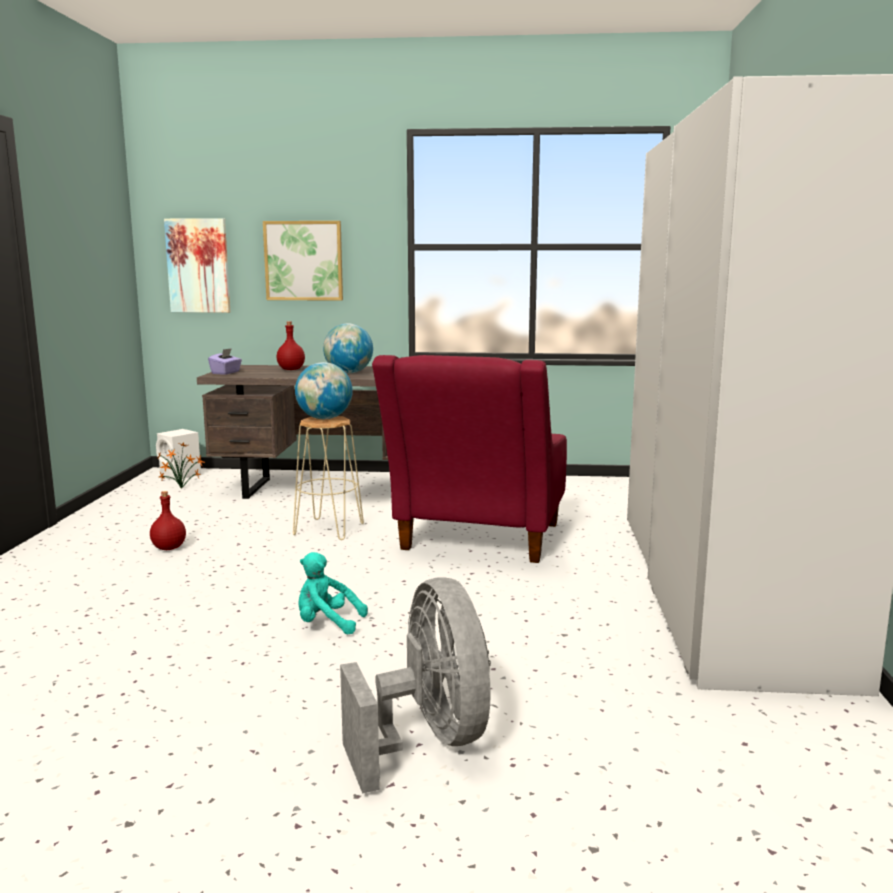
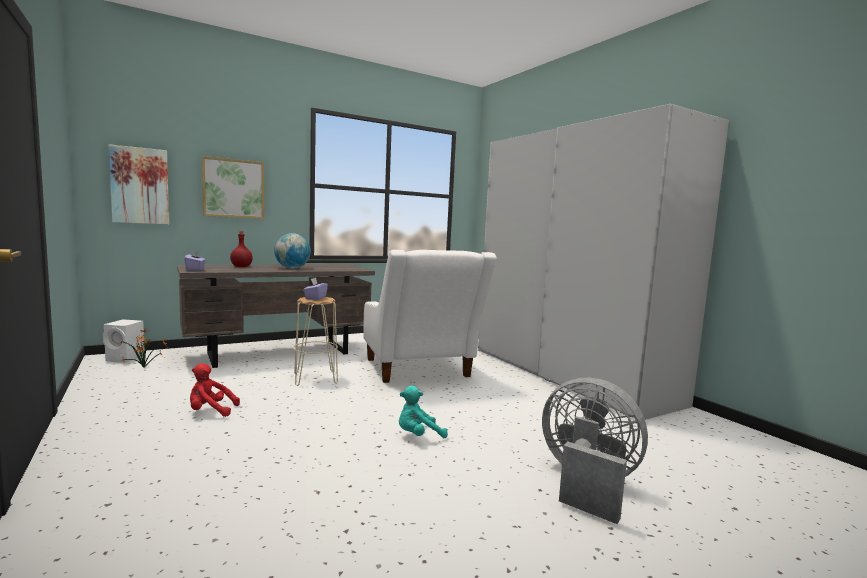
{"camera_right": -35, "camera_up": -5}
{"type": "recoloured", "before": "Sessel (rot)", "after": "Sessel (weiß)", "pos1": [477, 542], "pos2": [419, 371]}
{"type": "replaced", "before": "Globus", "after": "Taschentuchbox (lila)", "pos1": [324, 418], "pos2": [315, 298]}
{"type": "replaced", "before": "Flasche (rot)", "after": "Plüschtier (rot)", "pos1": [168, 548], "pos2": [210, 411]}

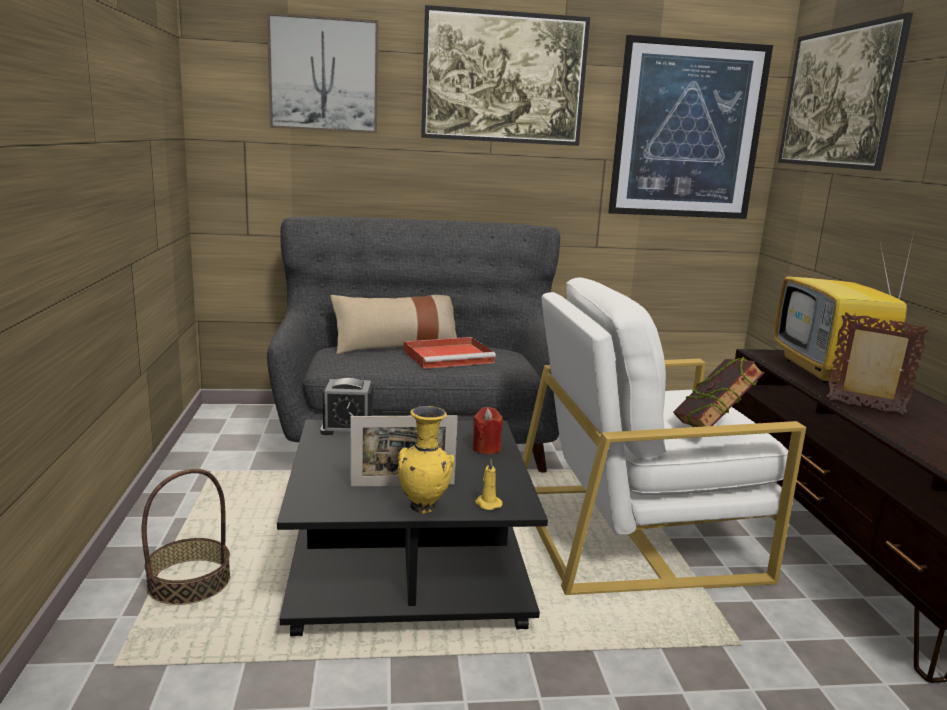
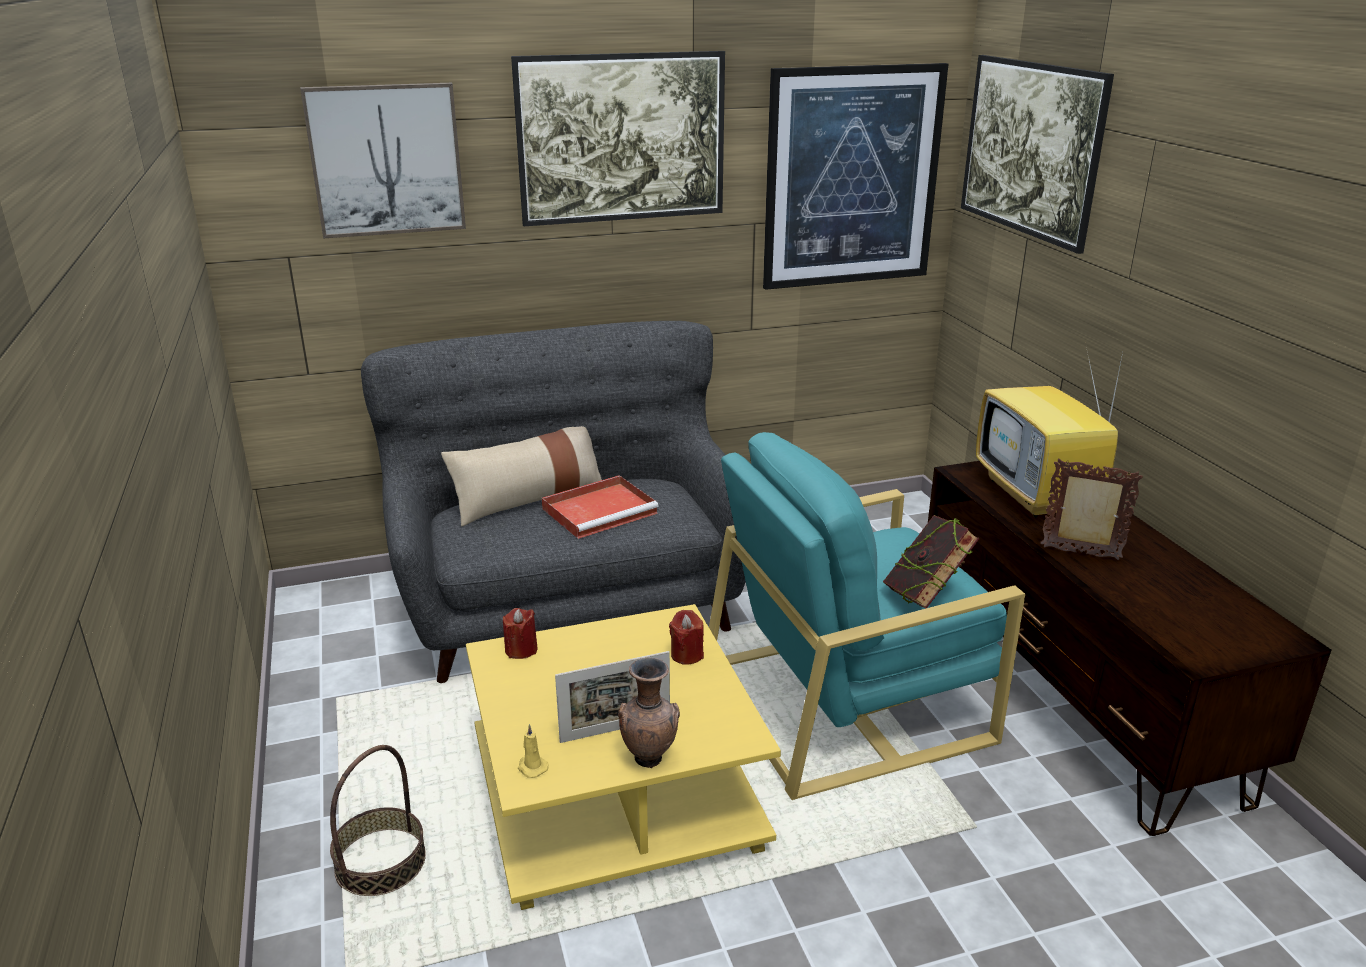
{"camera_right": -10, "camera_up": 10}
{"type": "recoloured", "before": "Sessel (weiß)", "after": "Sessel (türkis)", "pos1": [636, 532], "pos2": [847, 700]}
{"type": "replaced", "before": "Wecker", "after": "Kerze (rot)", "pos1": [348, 428], "pos2": [521, 650]}
{"type": "recoloured", "before": "Vase (gelb)", "after": "Vase (braun)", "pos1": [424, 507], "pos2": [650, 758]}
{"type": "recoloured", "before": "Couchtisch (schwarz)", "after": "Couchtisch (gelb)", "pos1": [410, 566], "pos2": [617, 792]}
{"type": "moved", "before": "Kerze (gelb)", "pos1": [487, 504], "pos2": [532, 767]}

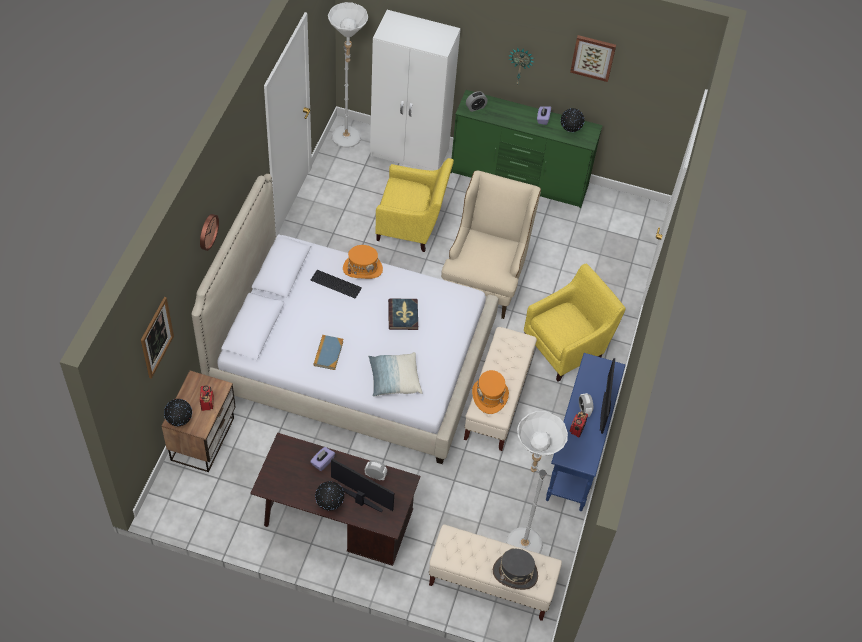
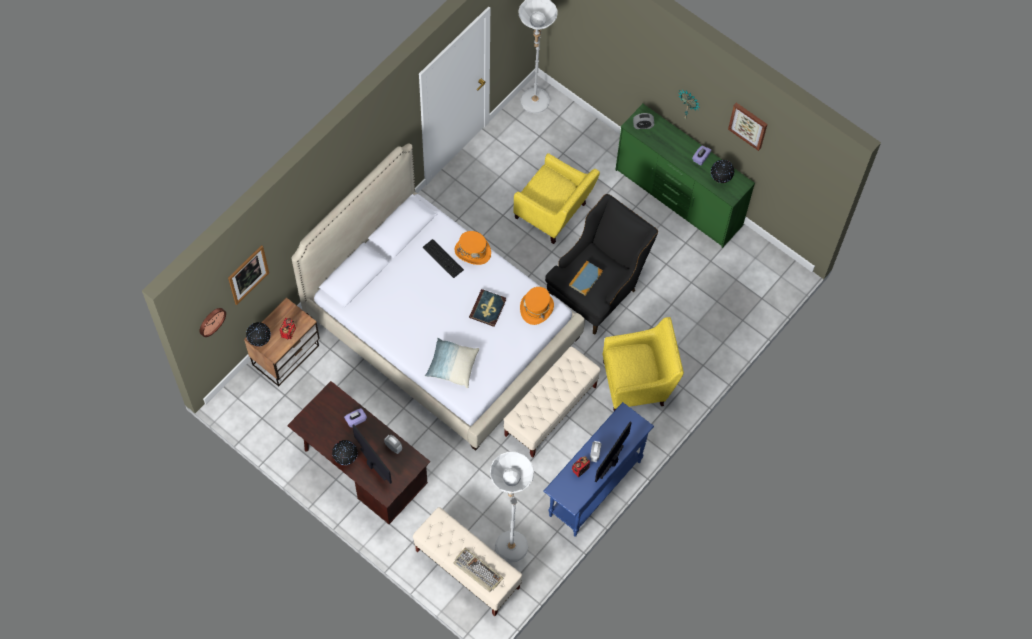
{"camera_right": 25, "camera_up": 10}
{"type": "removed", "before": "Kleiderschrank (weiß)", "pos1": [410, 153]}
{"type": "recoloured", "before": "Sessel (beige)", "after": "Sessel (schwarz)", "pos1": [485, 277], "pos2": [597, 288]}
{"type": "moved", "before": "Wanduhr", "pos1": [207, 231], "pos2": [211, 321]}
{"type": "moved", "before": "Buch", "pos1": [328, 353], "pos2": [585, 278]}
{"type": "moved", "before": "Hut (orange)", "pos1": [489, 396], "pos2": [537, 308]}
{"type": "replaced", "before": "Hut (grau)", "after": "Tastatur", "pos1": [515, 573], "pos2": [477, 570]}

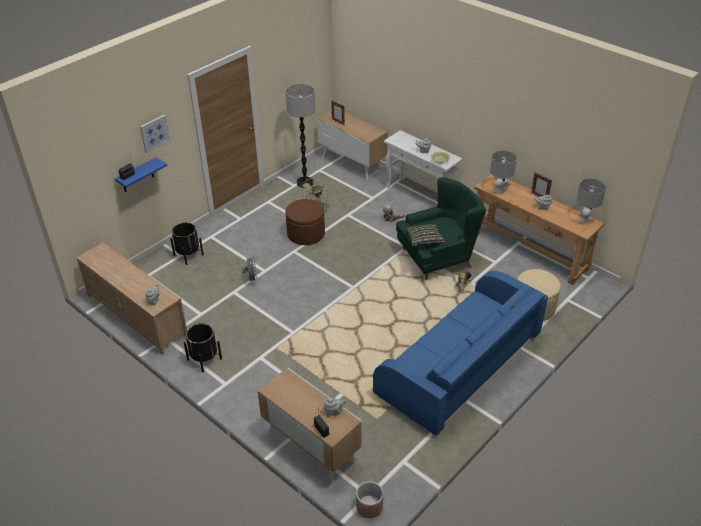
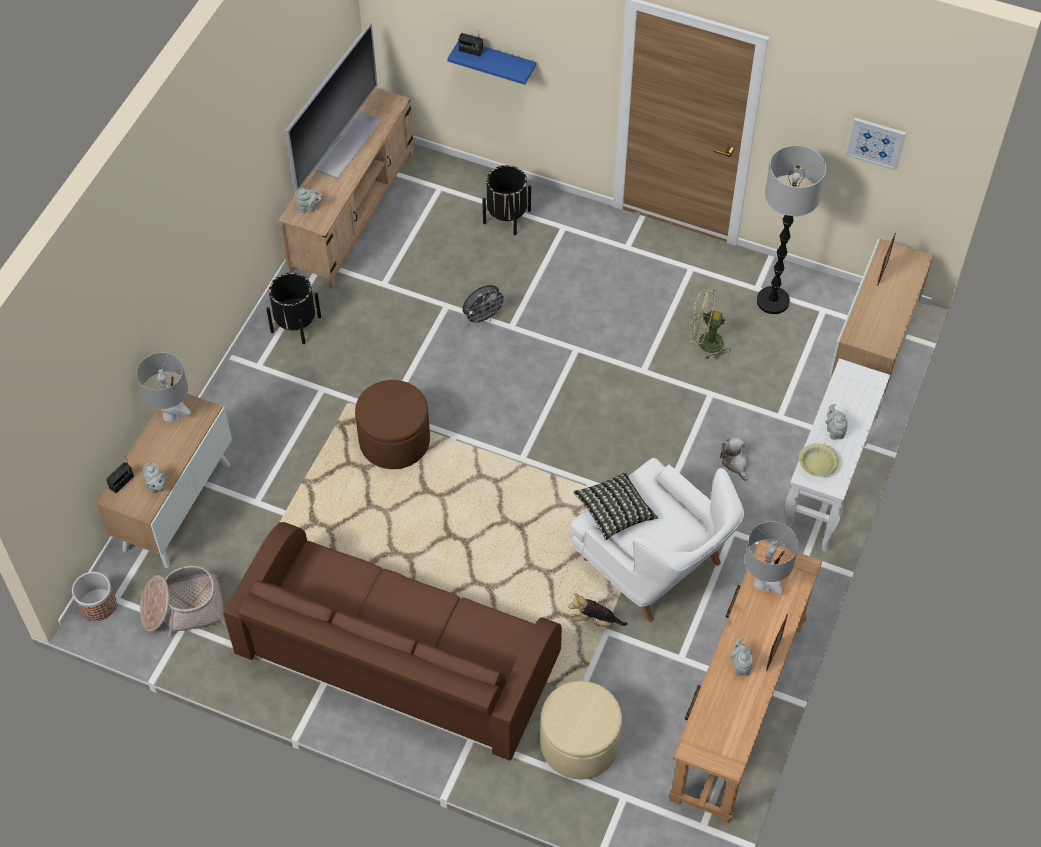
{"camera_right": 70, "camera_up": 15}
{"type": "moved", "before": "Bild", "pos1": [154, 133], "pos2": [876, 143]}
{"type": "recoloured", "before": "Sessel (grün)", "after": "Sessel (weiß)", "pos1": [438, 257], "pos2": [654, 564]}
{"type": "moved", "before": "Tischlampe (grau)", "pos1": [584, 220], "pos2": [172, 414]}
{"type": "moved", "before": "Polsterhocker (braun)", "pos1": [306, 234], "pos2": [394, 441]}
{"type": "recoloured", "before": "Sofa (blau)", "after": "Sofa (braun)", "pos1": [460, 365], "pos2": [396, 657]}
{"type": "added", "after": "Fernseher", "pos2": [345, 144]}
{"type": "added", "after": "Korb", "pos2": [183, 608]}

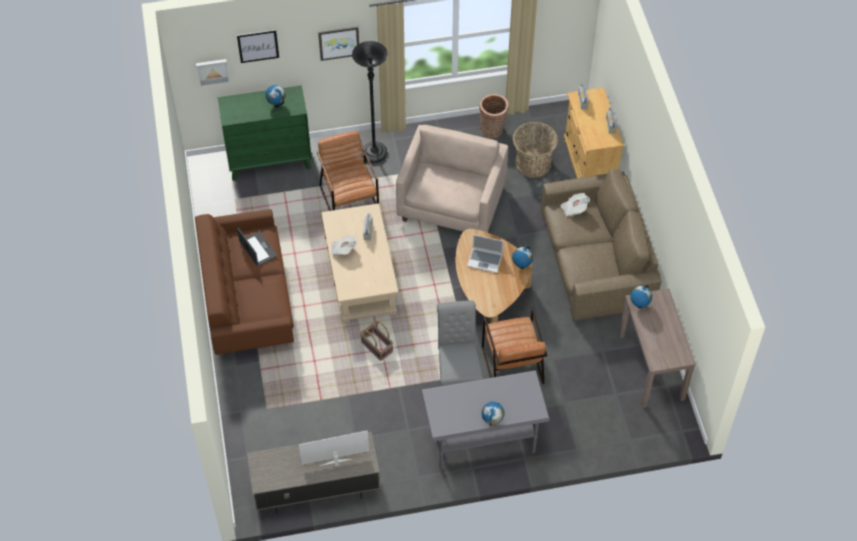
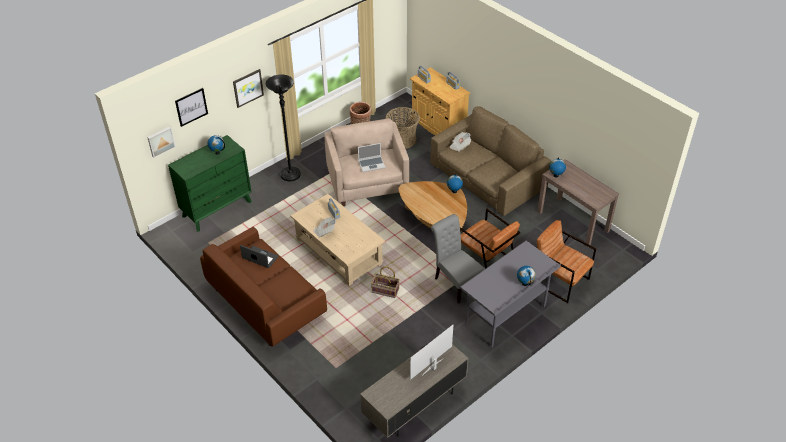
{"camera_right": -30, "camera_up": -10}
{"type": "moved", "before": "Sessel (braun)", "pos1": [349, 198], "pos2": [559, 280]}
{"type": "moved", "before": "Laptop", "pos1": [485, 260], "pos2": [372, 164]}

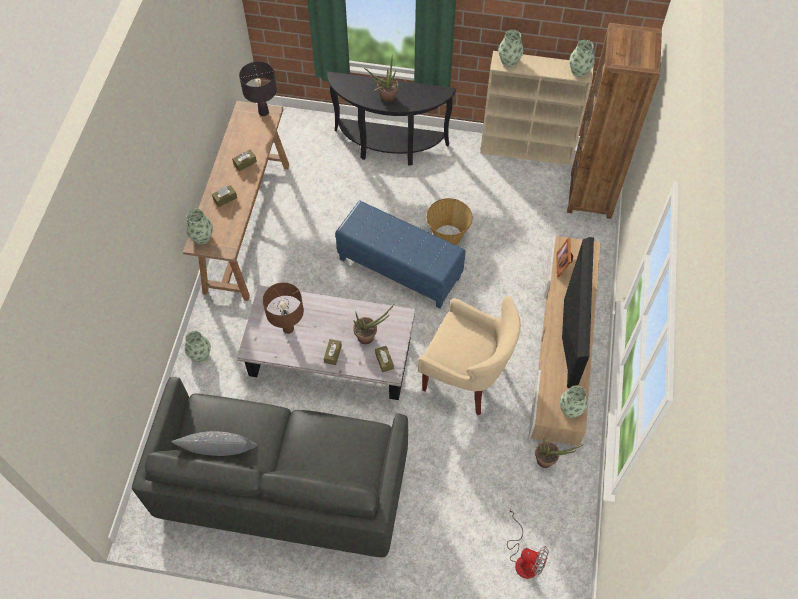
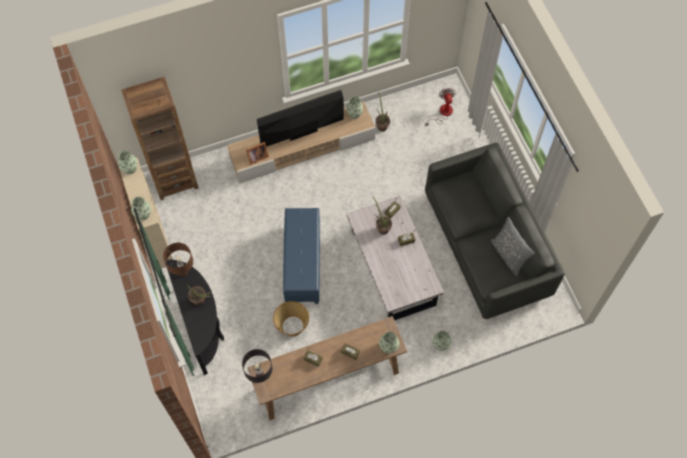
{"camera_right": -120, "camera_up": 5}
{"type": "moved", "before": "Korb", "pos1": [447, 235], "pos2": [292, 326]}
{"type": "moved", "before": "Tischlampe (braun)", "pos1": [288, 329], "pos2": [183, 272]}
{"type": "removed", "before": "Sessel (beige)", "pos1": [466, 378]}

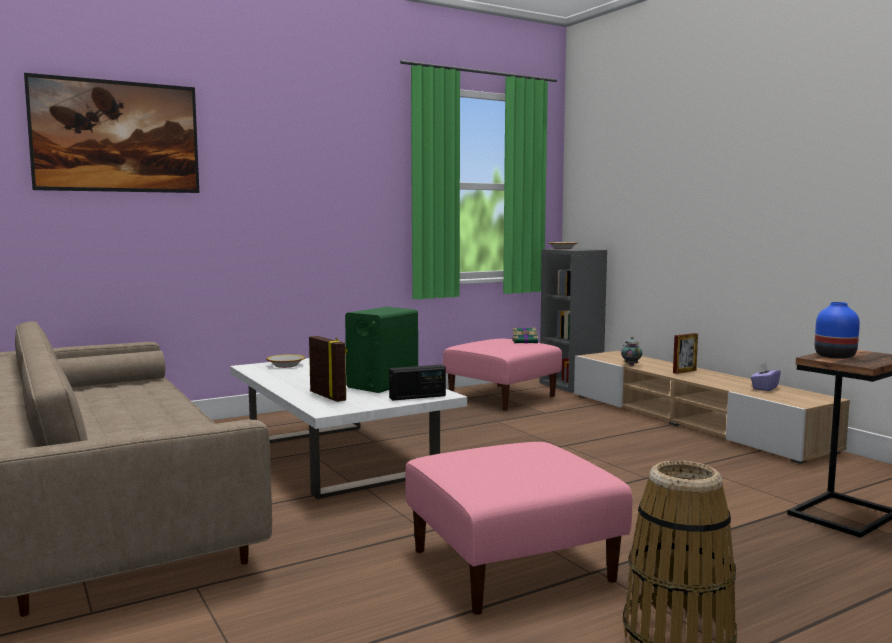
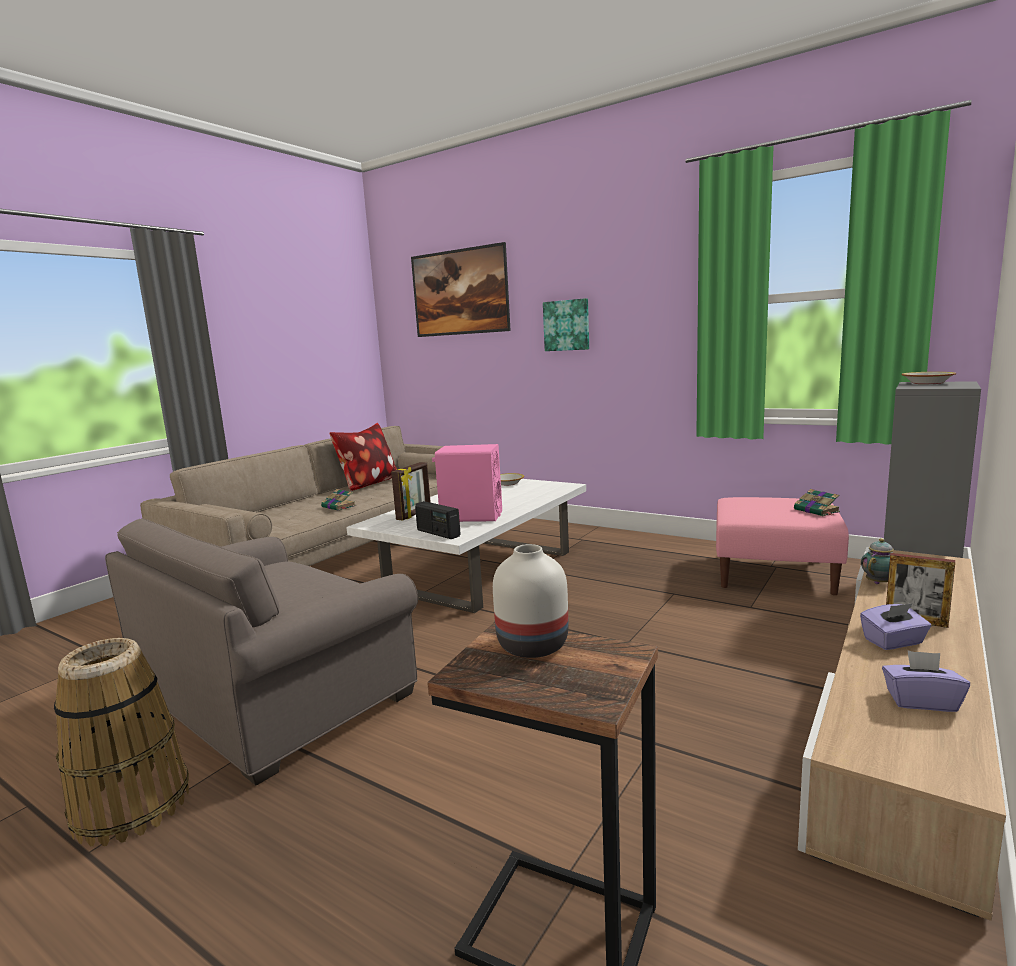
{"camera_right": 65, "camera_up": 5}
{"type": "recoloured", "before": "Vase (blau)", "after": "Vase (weiß)", "pos1": [835, 356], "pos2": [531, 646]}
{"type": "recoloured", "before": "Lautsprecher (grün)", "after": "Lautsprecher (rosa)", "pos1": [382, 385], "pos2": [471, 516]}
{"type": "replaced", "before": "Polsterhocker (rosa)", "after": "Sessel (grau)", "pos1": [511, 565], "pos2": [275, 693]}
{"type": "added", "after": "Bild", "pos2": [567, 325]}
{"type": "added", "after": "Kissen", "pos2": [368, 485]}
{"type": "added", "after": "Buch", "pos2": [339, 507]}
{"type": "added", "after": "Taschentuchbox (lila)", "pos2": [893, 642]}

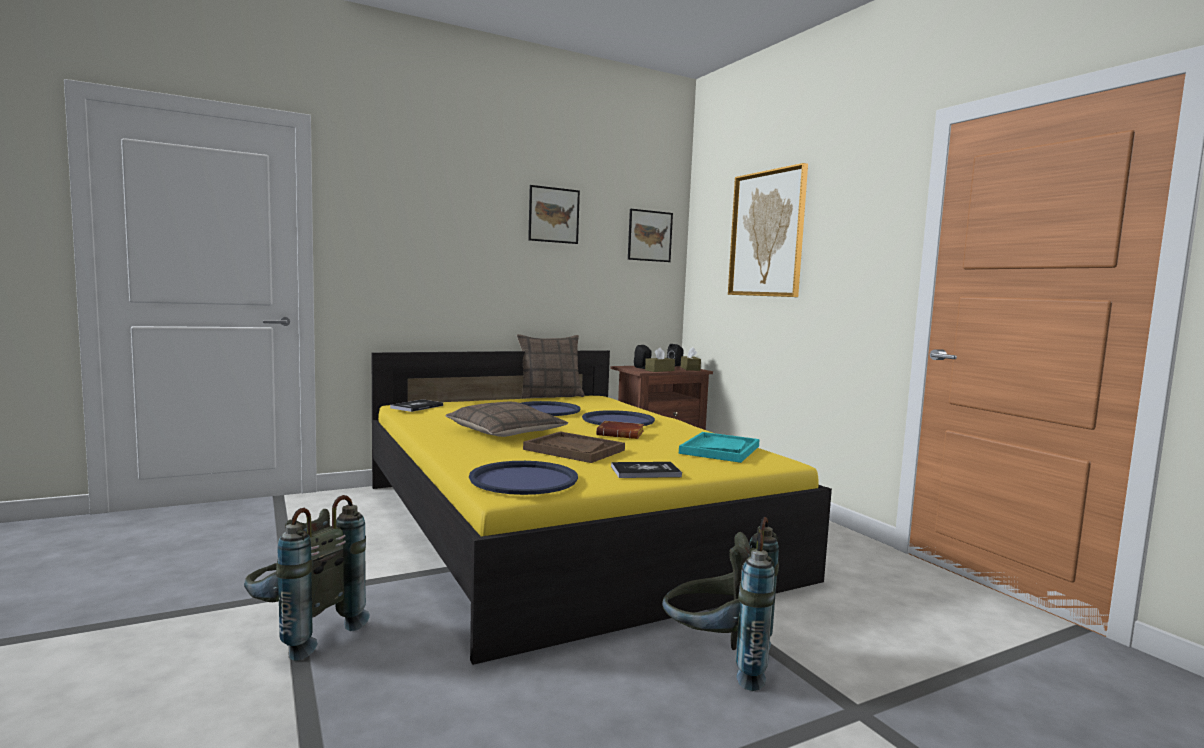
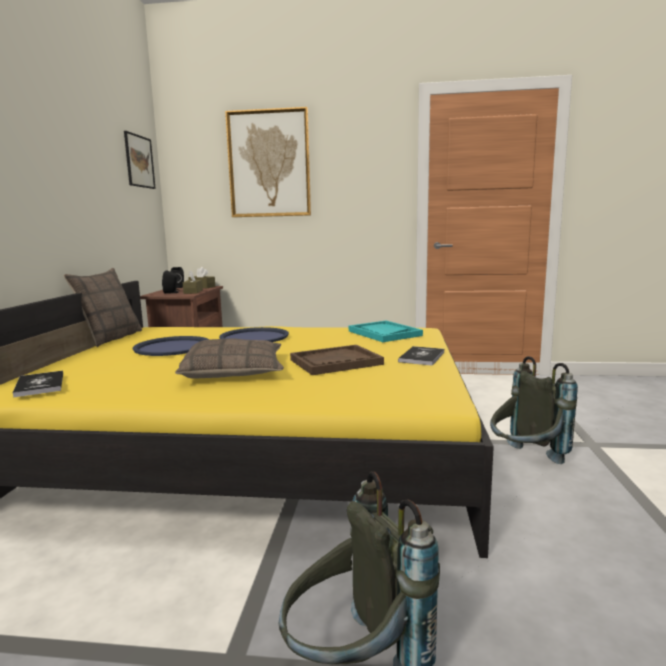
{"camera_right": -55, "camera_up": 5}
{"type": "removed", "before": "Bild", "pos1": [553, 215]}
{"type": "removed", "before": "Buch (braun)", "pos1": [621, 434]}
{"type": "removed", "before": "Tablett (blau)", "pos1": [524, 479]}

